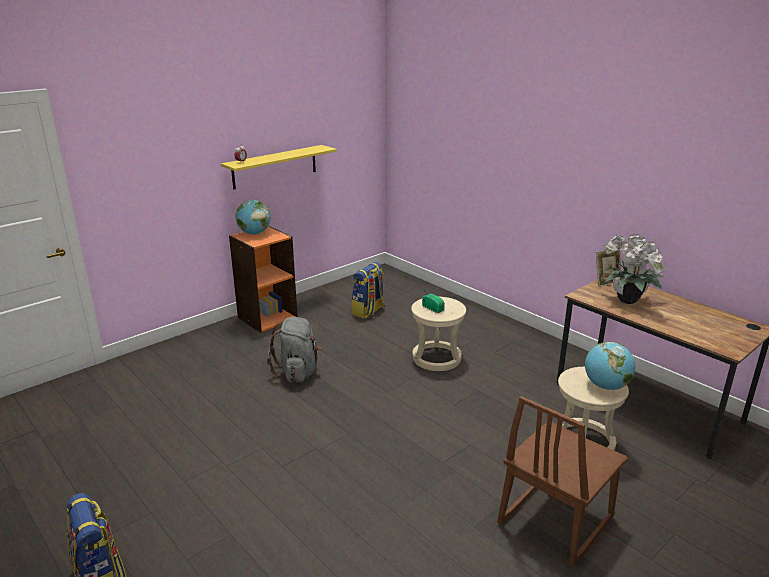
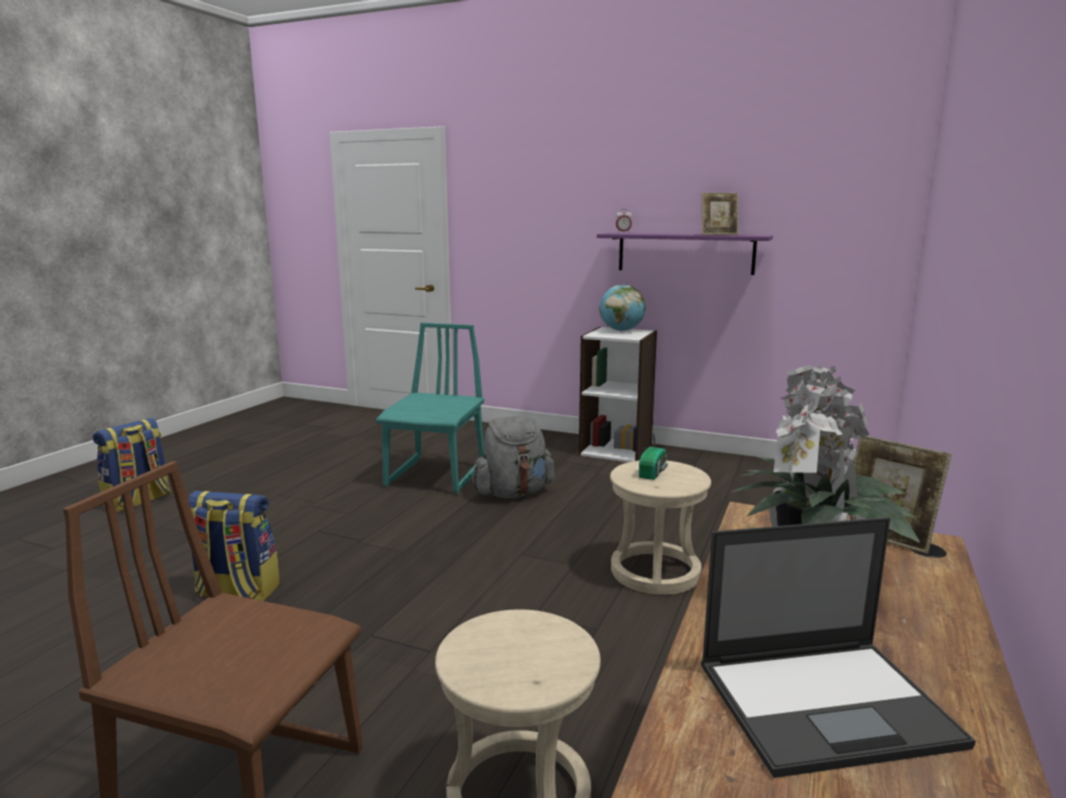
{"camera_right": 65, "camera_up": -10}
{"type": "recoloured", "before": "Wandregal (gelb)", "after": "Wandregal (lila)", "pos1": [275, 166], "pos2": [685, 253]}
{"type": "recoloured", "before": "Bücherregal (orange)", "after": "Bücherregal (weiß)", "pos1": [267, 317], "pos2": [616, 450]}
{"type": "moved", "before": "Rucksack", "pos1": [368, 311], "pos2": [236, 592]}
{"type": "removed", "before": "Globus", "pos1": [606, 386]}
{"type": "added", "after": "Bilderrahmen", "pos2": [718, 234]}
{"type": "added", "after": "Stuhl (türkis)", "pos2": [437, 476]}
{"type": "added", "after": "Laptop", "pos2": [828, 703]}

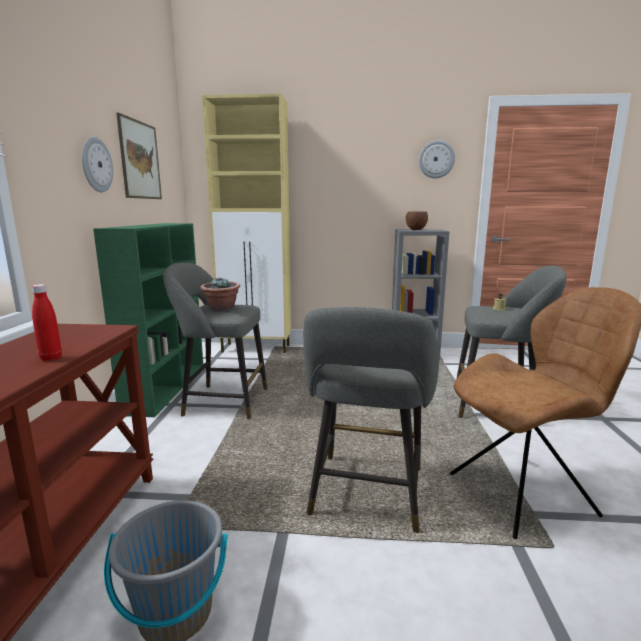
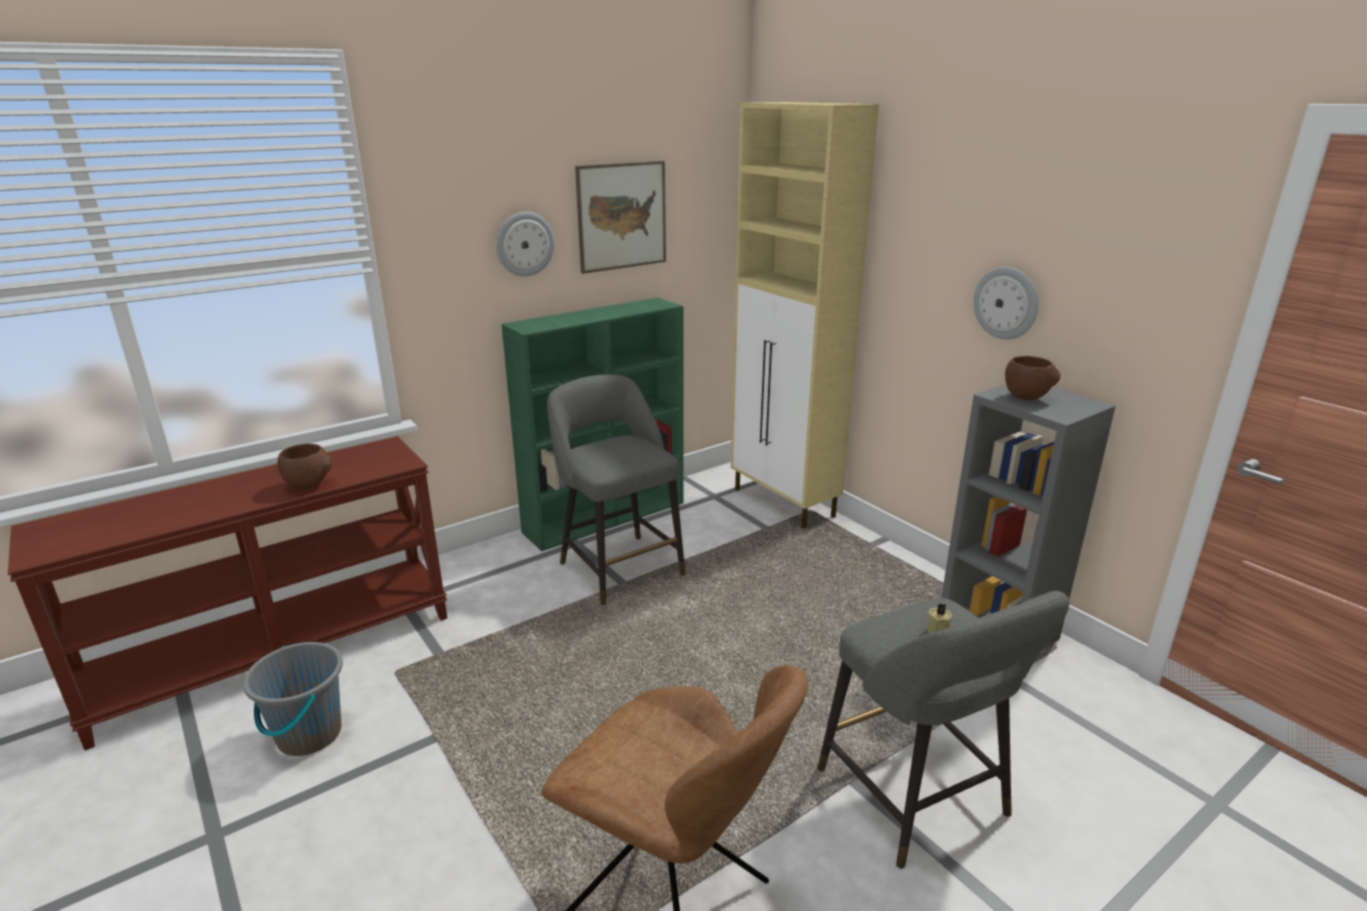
{"camera_right": 50, "camera_up": 10}
{"type": "moved", "before": "Wanduhr", "pos1": [436, 159], "pos2": [1006, 303]}
{"type": "removed", "before": "Topfpflanze", "pos1": [221, 309]}
{"type": "replaced", "before": "Flasche (rot)", "after": "Schüssel (braun)", "pos1": [51, 358], "pos2": [309, 485]}
{"type": "removed", "before": "Hocker (grau)", "pos1": [366, 496]}

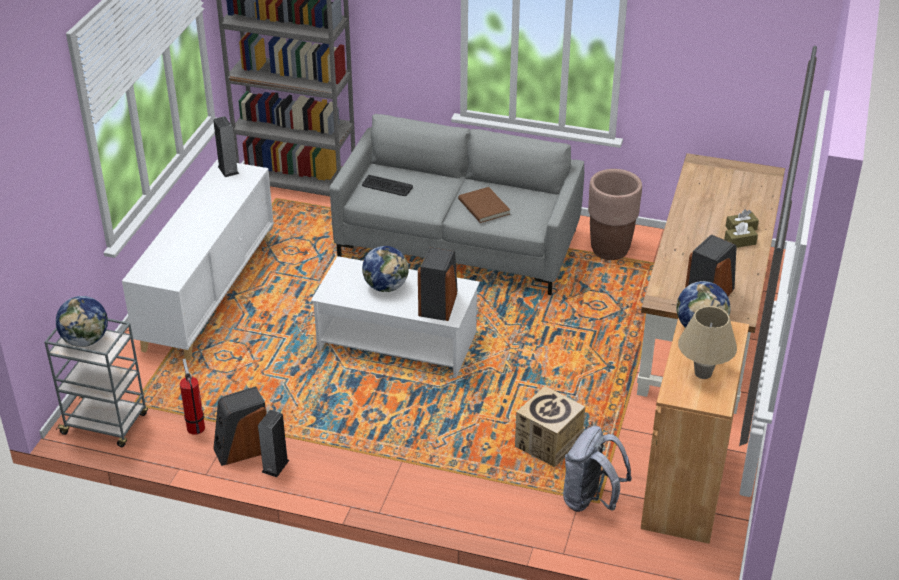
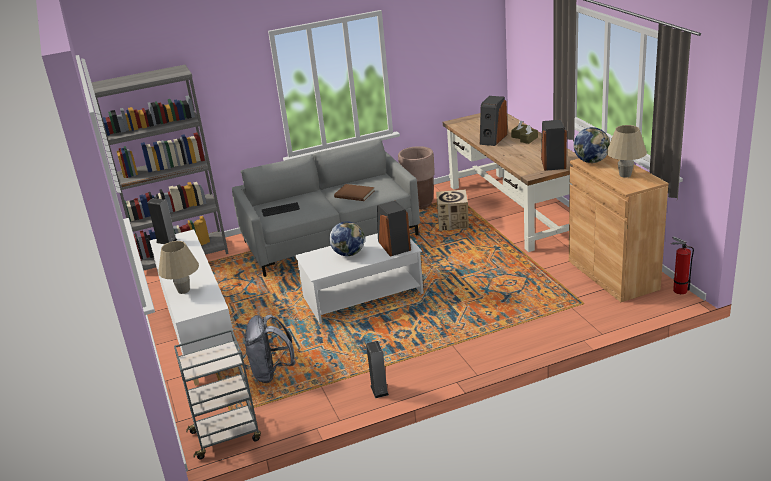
{"camera_right": -35, "camera_up": -10}
{"type": "removed", "before": "Globus", "pos1": [86, 340]}
{"type": "moved", "before": "Feuerlöscher", "pos1": [195, 426], "pos2": [678, 290]}
{"type": "moved", "before": "Lautsprecher", "pos1": [242, 449], "pos2": [492, 139]}
{"type": "moved", "before": "Karton", "pos1": [548, 444], "pos2": [453, 223]}
{"type": "moved", "before": "Rucksack (grau)", "pos1": [591, 500], "pos2": [272, 373]}
{"type": "added", "after": "Tischlampe (beige)", "pos2": [183, 290]}

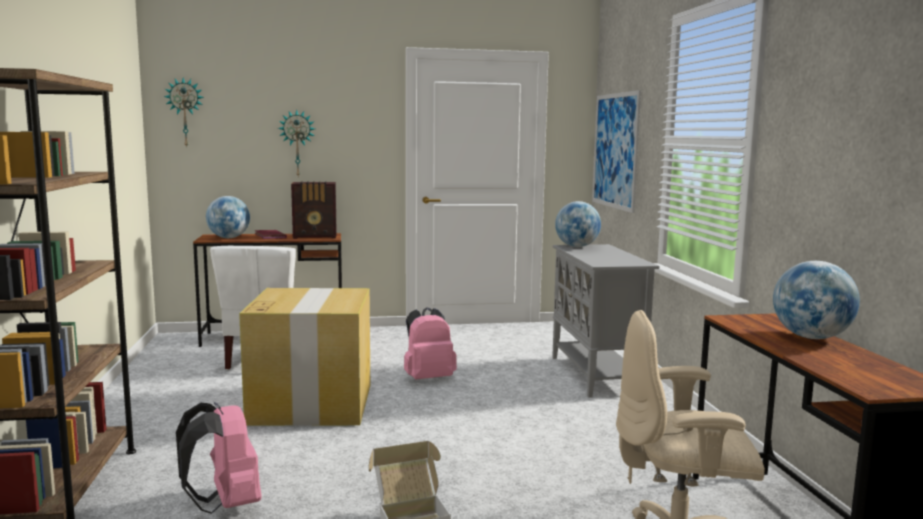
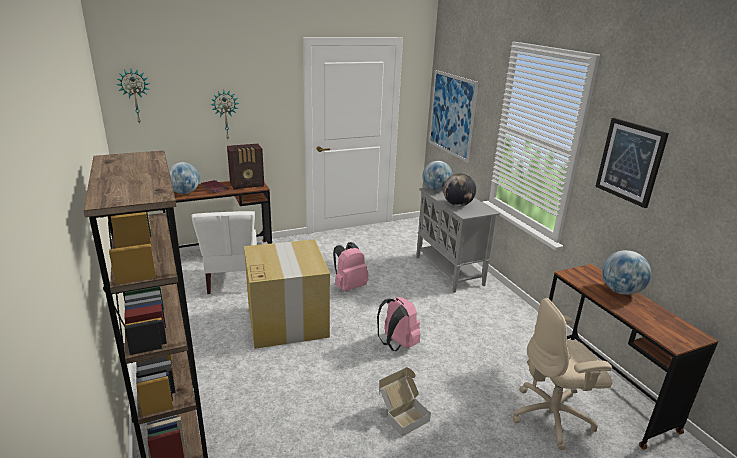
{"camera_right": -15, "camera_up": 15}
{"type": "moved", "before": "Rucksack (rosa)", "pos1": [226, 504], "pos2": [397, 344]}
{"type": "added", "after": "Bild", "pos2": [630, 161]}
{"type": "added", "after": "Globus", "pos2": [457, 204]}

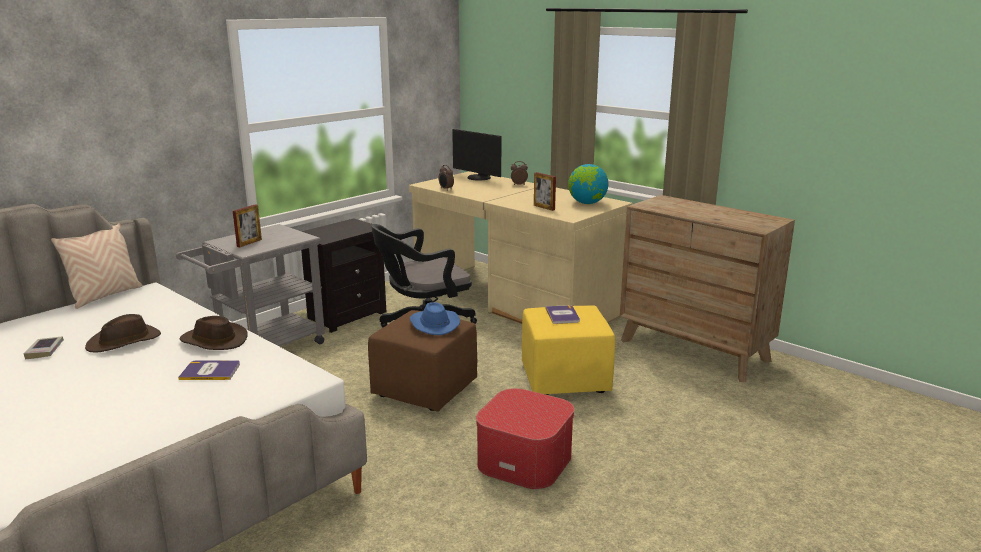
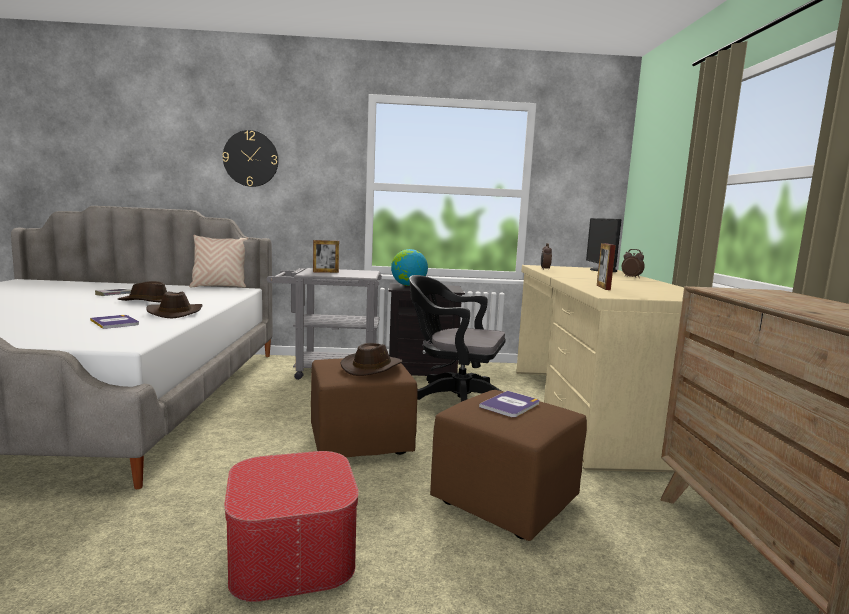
{"camera_right": 45, "camera_up": -10}
{"type": "moved", "before": "Globus", "pos1": [587, 203], "pos2": [408, 285]}
{"type": "recoloured", "before": "Hut (blau)", "after": "Hut (braun)", "pos1": [434, 324], "pos2": [372, 367]}
{"type": "recoloured", "before": "Polsterhocker (gelb)", "after": "Polsterhocker (braun)", "pos1": [564, 380], "pos2": [503, 501]}
{"type": "added", "after": "Wanduhr", "pos2": [251, 158]}

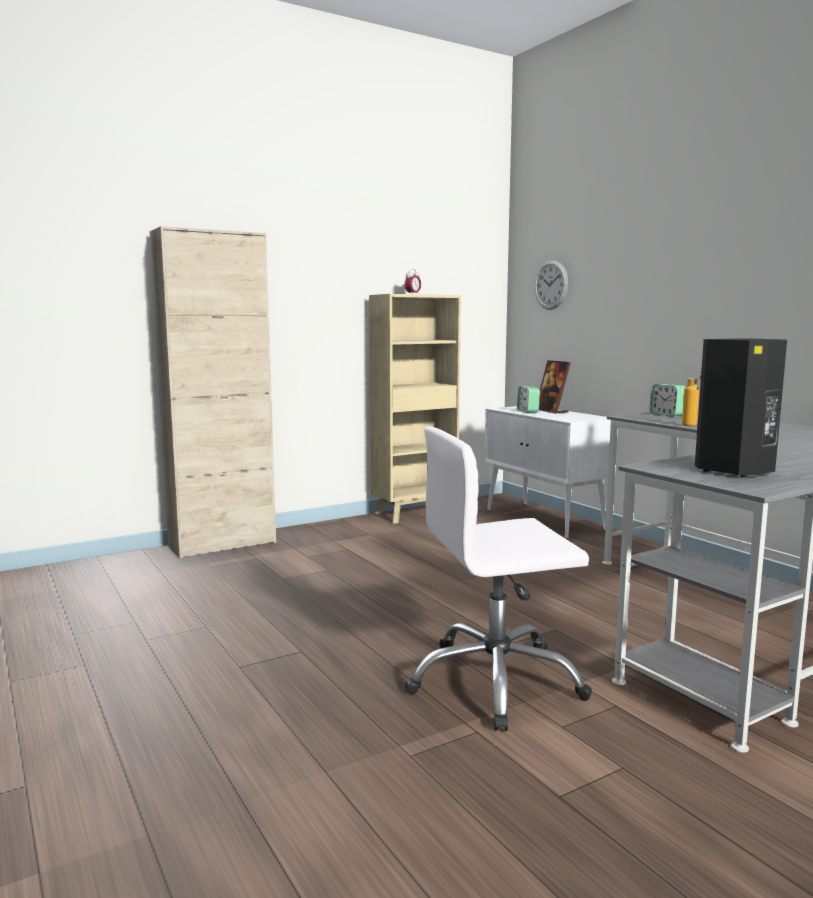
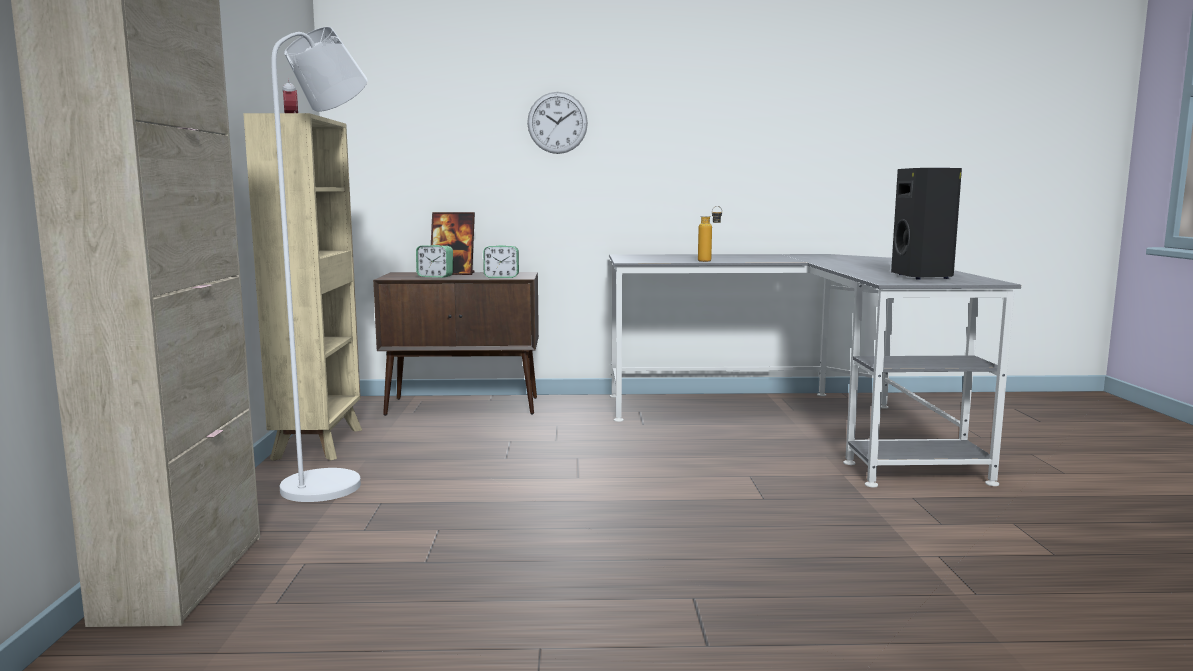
{"camera_right": -60, "camera_up": 0}
{"type": "moved", "before": "Wanduhr", "pos1": [551, 285], "pos2": [557, 123]}
{"type": "moved", "before": "Wecker", "pos1": [667, 414], "pos2": [501, 277]}
{"type": "recoloured", "before": "Schrank (weiß)", "after": "Schrank (braun)", "pos1": [545, 520], "pos2": [464, 406]}
{"type": "removed", "before": "Bürostuhl (weiß)", "pos1": [495, 682]}
{"type": "added", "after": "Stehlampe (weiß)", "pos2": [333, 482]}

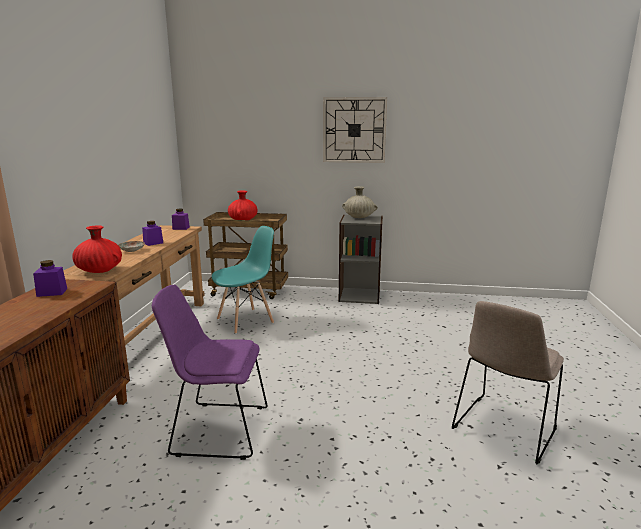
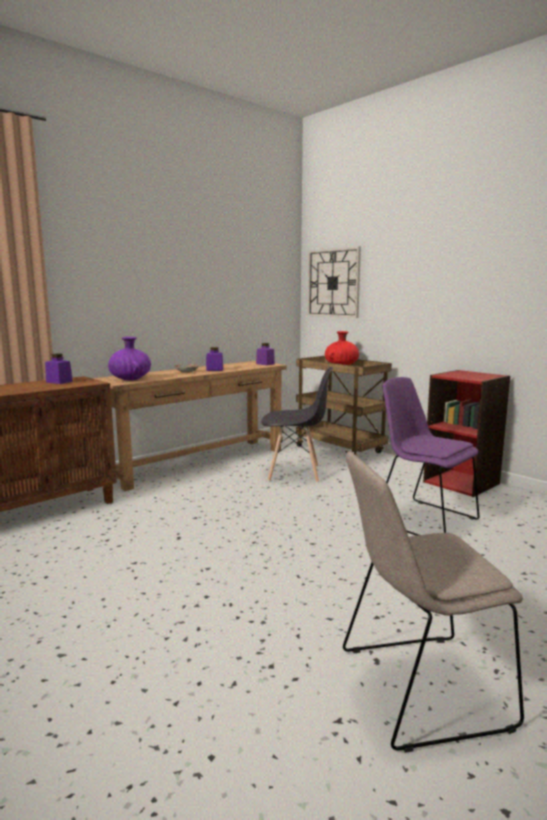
{"camera_right": 40, "camera_up": -5}
{"type": "moved", "before": "Wanduhr", "pos1": [354, 130], "pos2": [333, 283]}
{"type": "removed", "before": "Vase (beige)", "pos1": [359, 217]}
{"type": "recoloured", "before": "Bücherregal (grau)", "after": "Bücherregal (rot)", "pos1": [359, 295], "pos2": [462, 483]}
{"type": "recoloured", "before": "Vase (rot)", "after": "Vase (lila)", "pos1": [99, 271], "pos2": [130, 379]}
{"type": "recoloured", "before": "Stuhl (türkis)", "after": "Stuhl (grau)", "pos1": [246, 321], "pos2": [295, 473]}
{"type": "moved", "before": "Stuhl (lila)", "pos1": [217, 429], "pos2": [423, 519]}

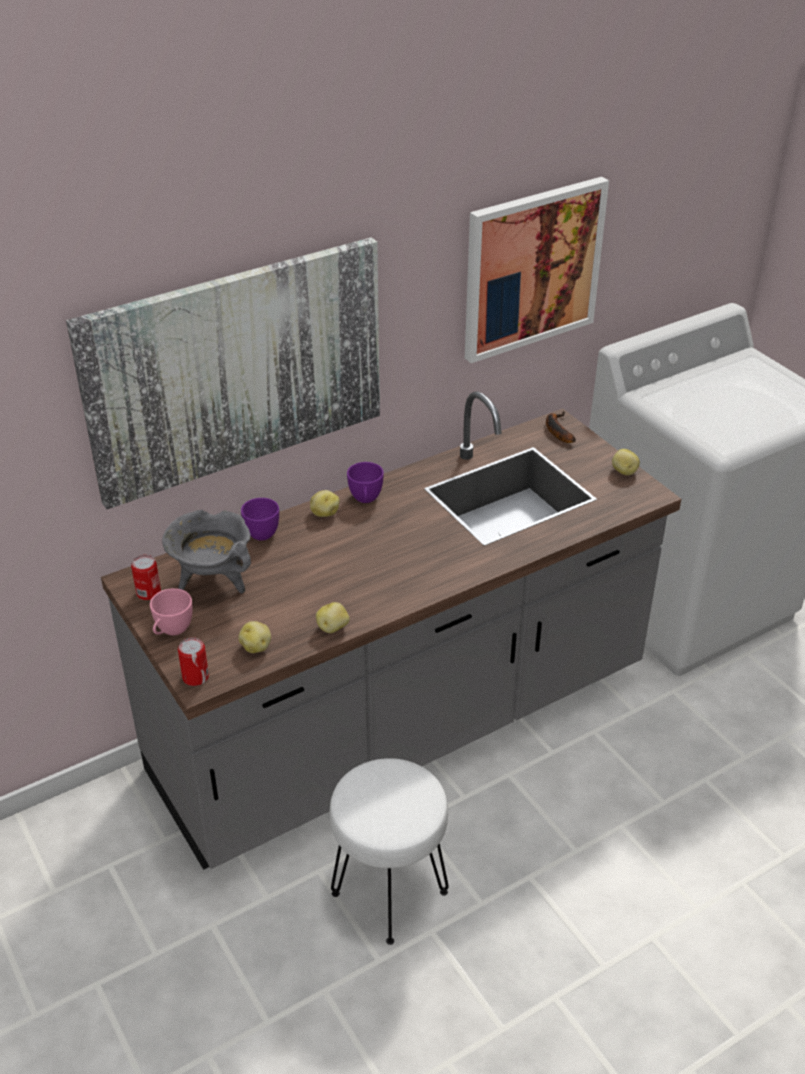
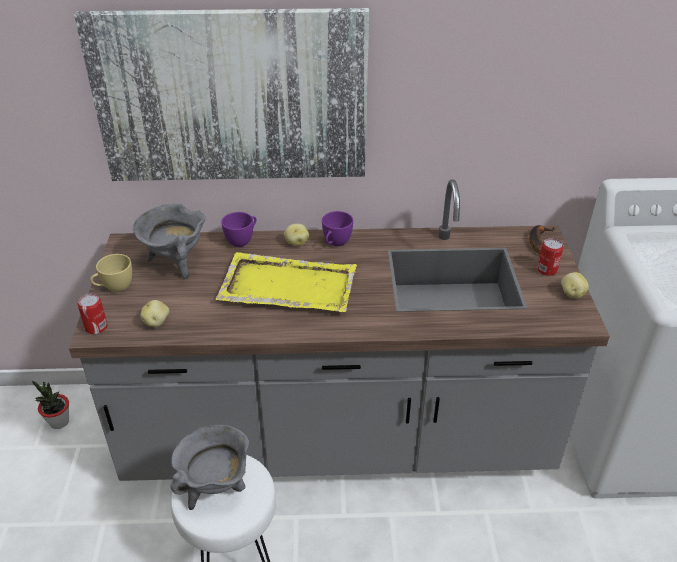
{"camera_right": 30, "camera_up": 0}
{"type": "removed", "before": "Bild", "pos1": [532, 268]}
{"type": "moved", "before": "Dose", "pos1": [148, 592], "pos2": [547, 270]}
{"type": "recoloured", "before": "Tasse (rosa)", "after": "Tasse (gelb)", "pos1": [171, 631], "pos2": [114, 287]}
{"type": "removed", "before": "Kartoffel", "pos1": [333, 627]}
{"type": "added", "after": "Tablett (gelb)", "pos2": [287, 286]}
{"type": "added", "after": "Topfpflanze", "pos2": [59, 422]}
{"type": "added", "after": "Kochtopf (grau)", "pos2": [216, 488]}

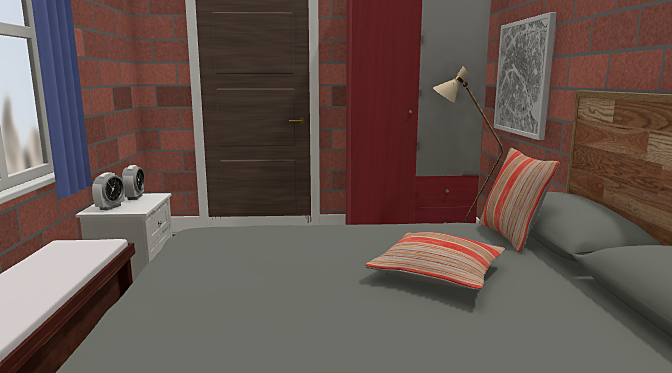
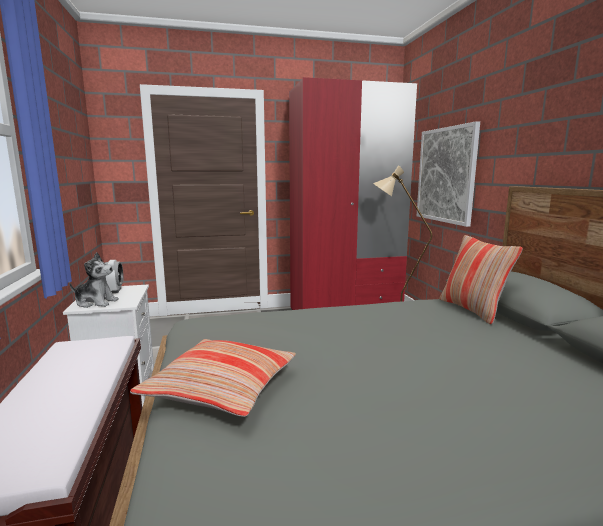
{"camera_right": -10, "camera_up": 0}
{"type": "replaced", "before": "Wecker", "after": "Plüschtier", "pos1": [110, 207], "pos2": [96, 302]}
{"type": "moved", "before": "Kissen", "pos1": [437, 273], "pos2": [221, 388]}

